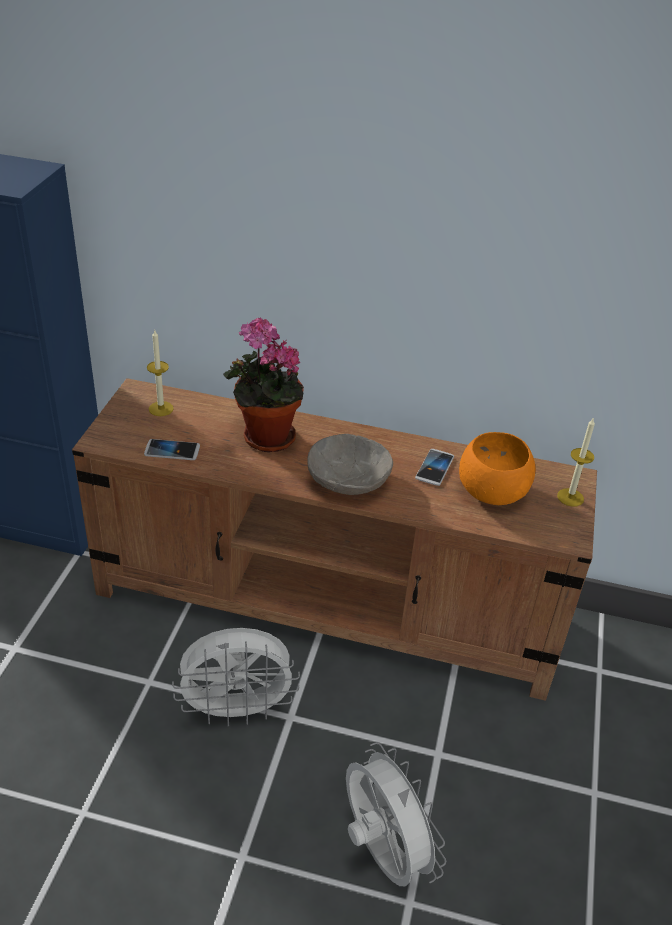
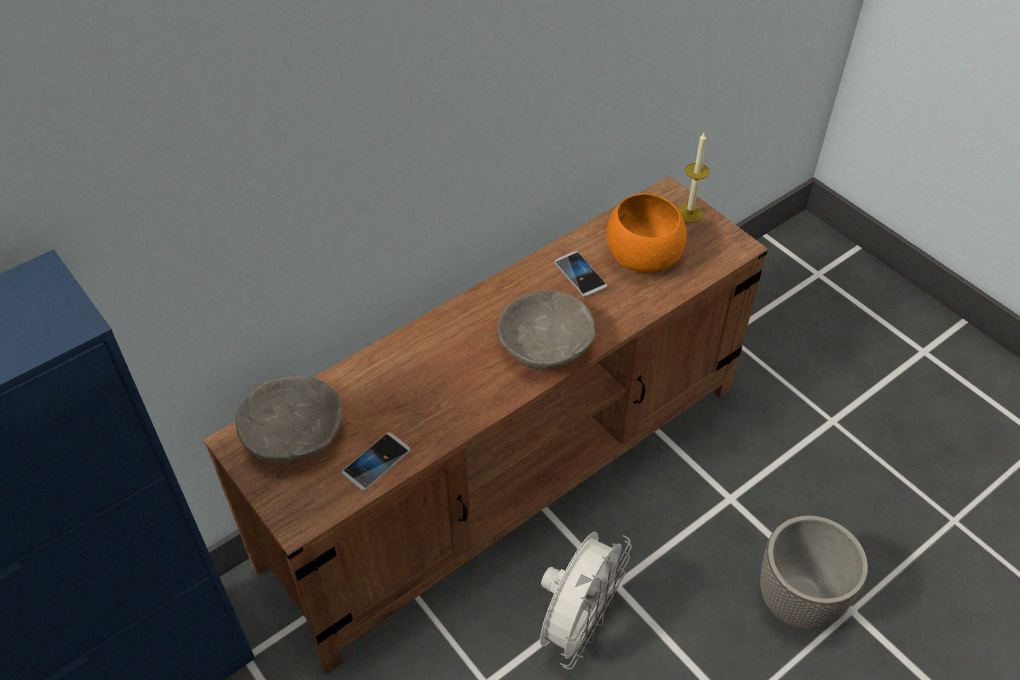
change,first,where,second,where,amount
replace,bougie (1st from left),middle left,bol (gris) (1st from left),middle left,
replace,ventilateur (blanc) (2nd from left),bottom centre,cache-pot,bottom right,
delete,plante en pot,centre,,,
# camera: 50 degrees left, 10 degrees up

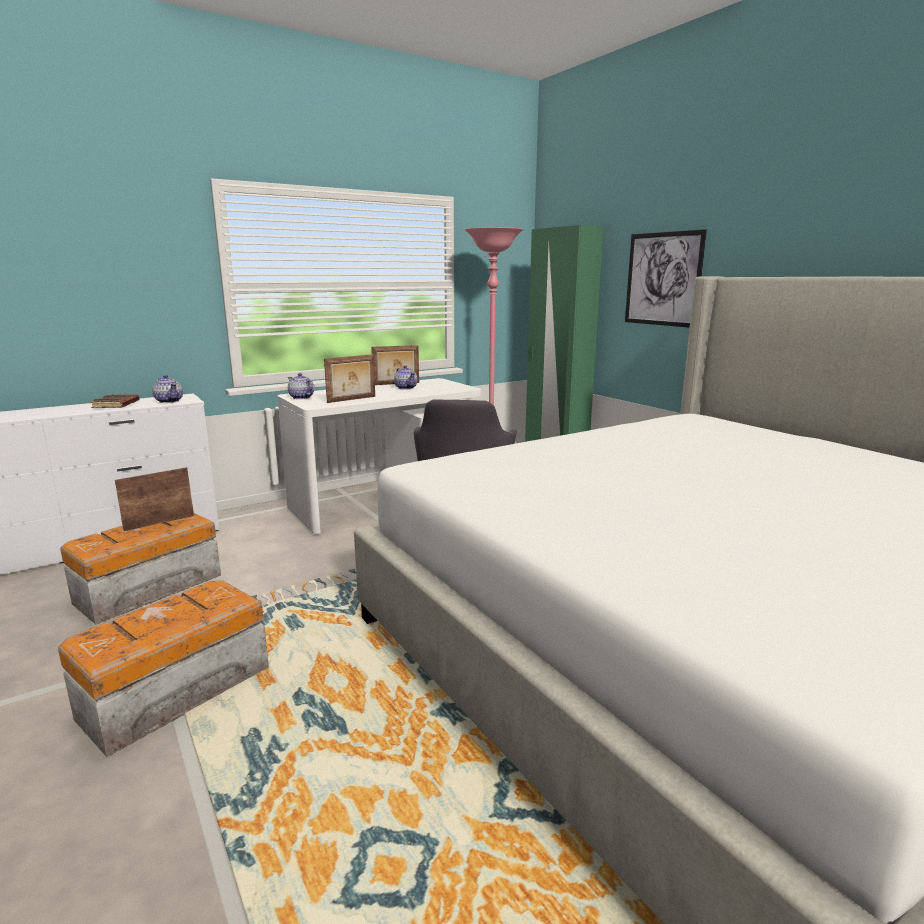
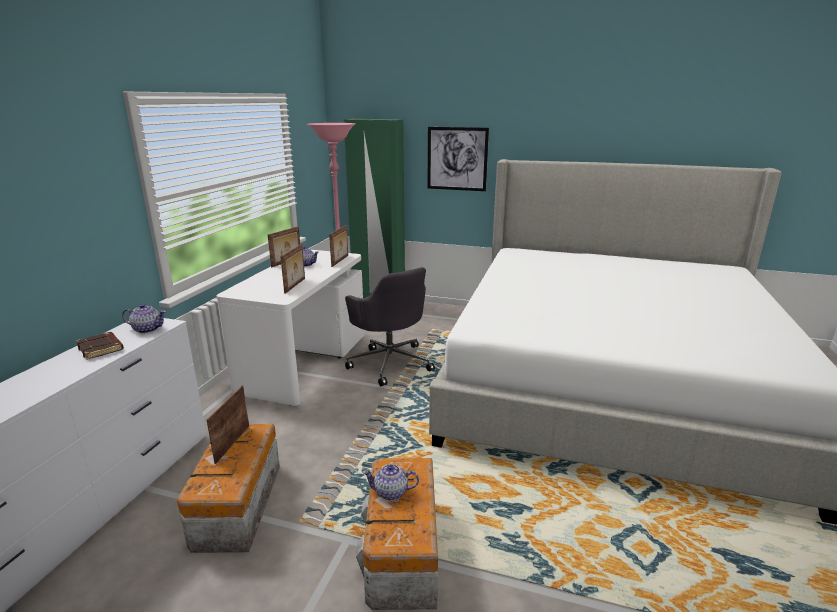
change,first,where,second,where,amount
insert,,,cadre photo (4th from left),centre,
move,théière (2nd from left in the first image),middle left,théière (3rd from left),bottom centre,
# camera: 40 degrees left, 5 degrees up

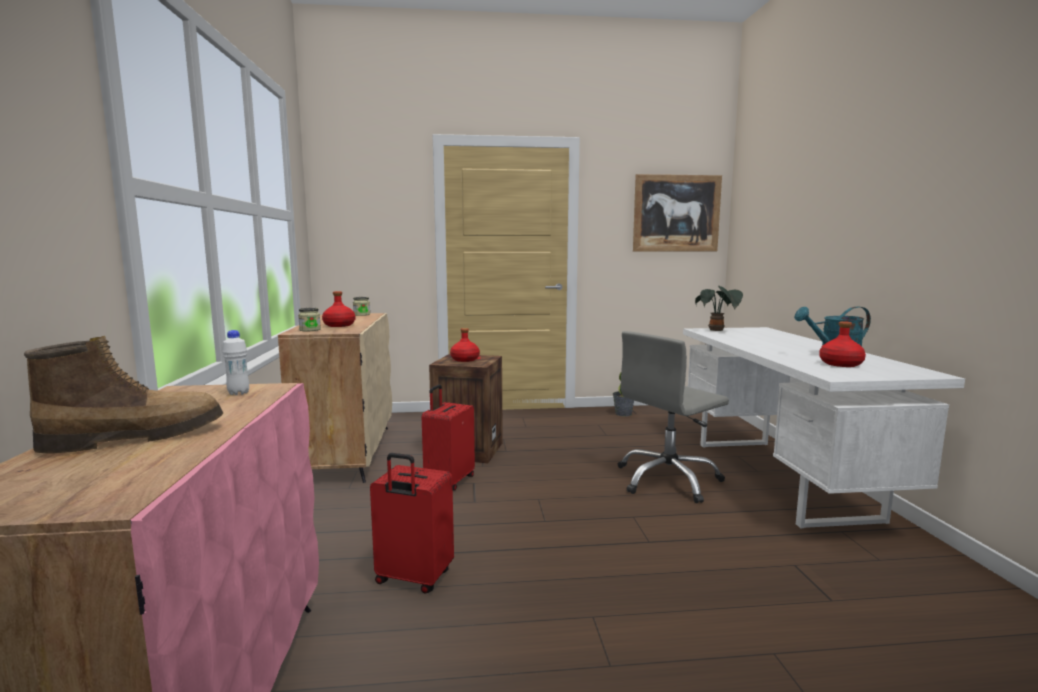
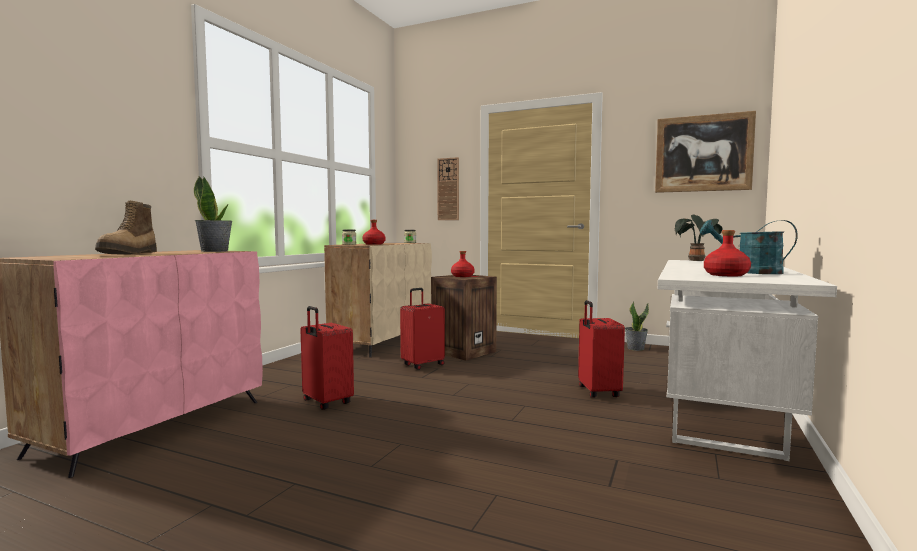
change,first,where,second,where,amount
rotate,botte,middle left,,middle left,90 degrees clockwise
replace,bouteille (blanc),middle left,plante en pot (1st from left),middle left,
insert,,,horloge murale,centre,
replace,chaise de bureau (gris),centre,valise (rouge) (3rd from left),centre,
# camera: 30 degrees right, 5 degrees down

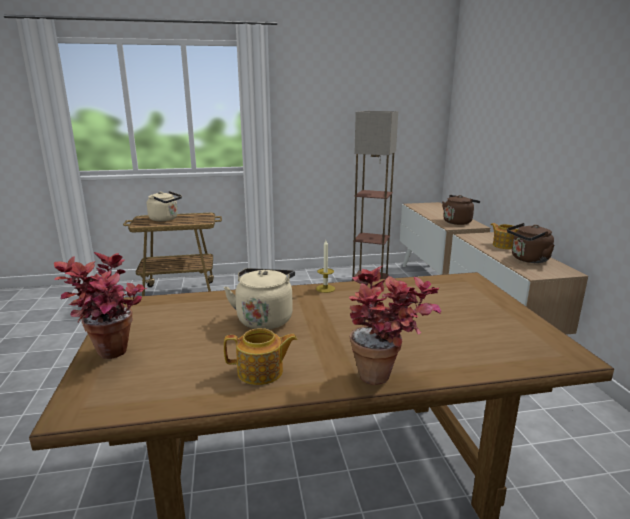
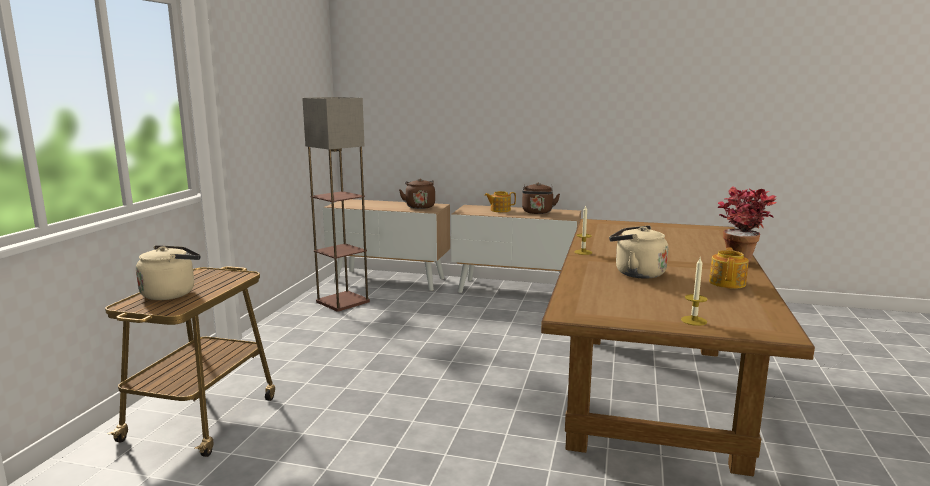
change,first,where,second,where,amount
replace,plante en pot (1st from left),middle left,bougie (2nd from left),middle right,
# camera: 65 degrees left, 5 degrees down

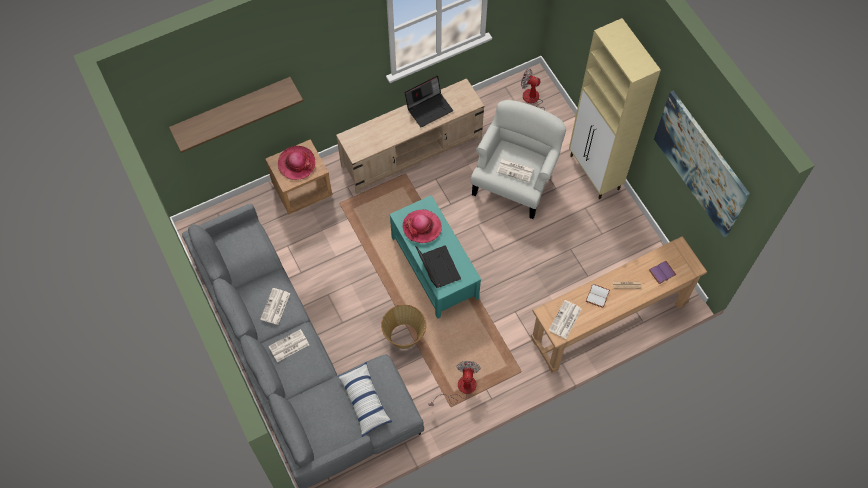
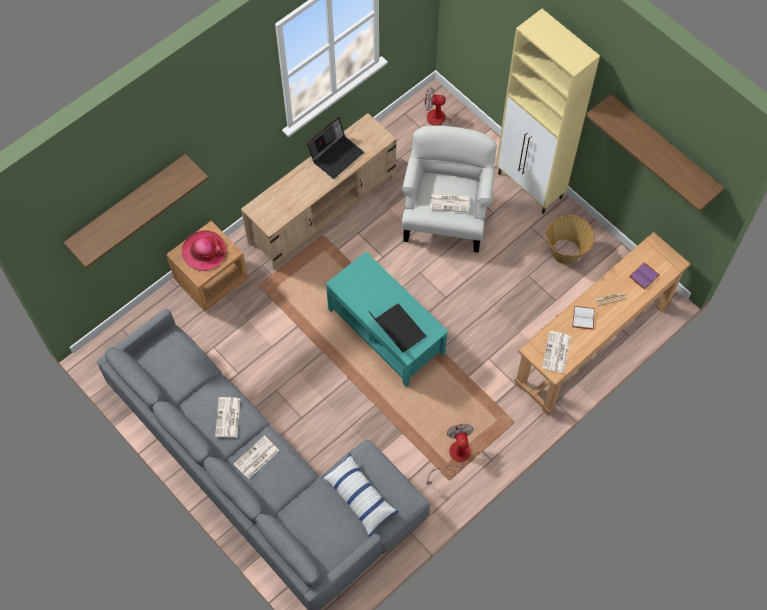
change,first,where,second,where,amount
move,panier,bottom centre,,middle right,
replace,tableau,middle right,étagère (2nd from left),top right,
delete,chapeau (2nd from left),centre,,,
# camera: 15 degrees left, 0 degrees up

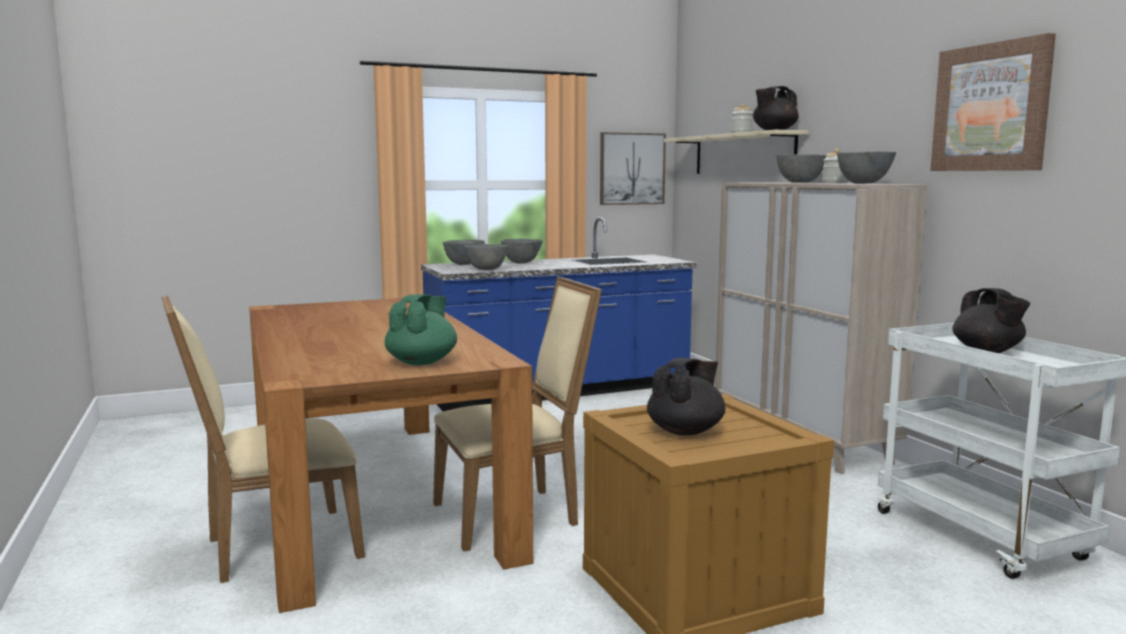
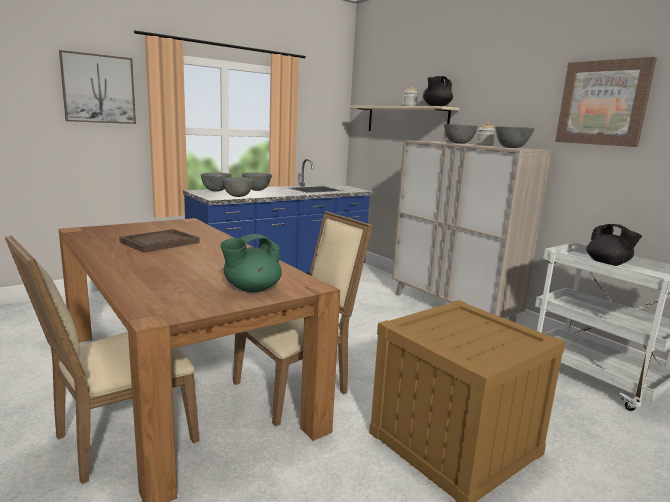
change,first,where,second,where,amount
move,tableau (1st from left),top centre,,top left,
insert,,,plateau (marron),middle left,
rotate,théière (vert),centre,,centre,135 degrees counterclockwise
delete,théière (noir) (1st from left),centre,,,
# camera: 15 degrees left, 5 degrees up

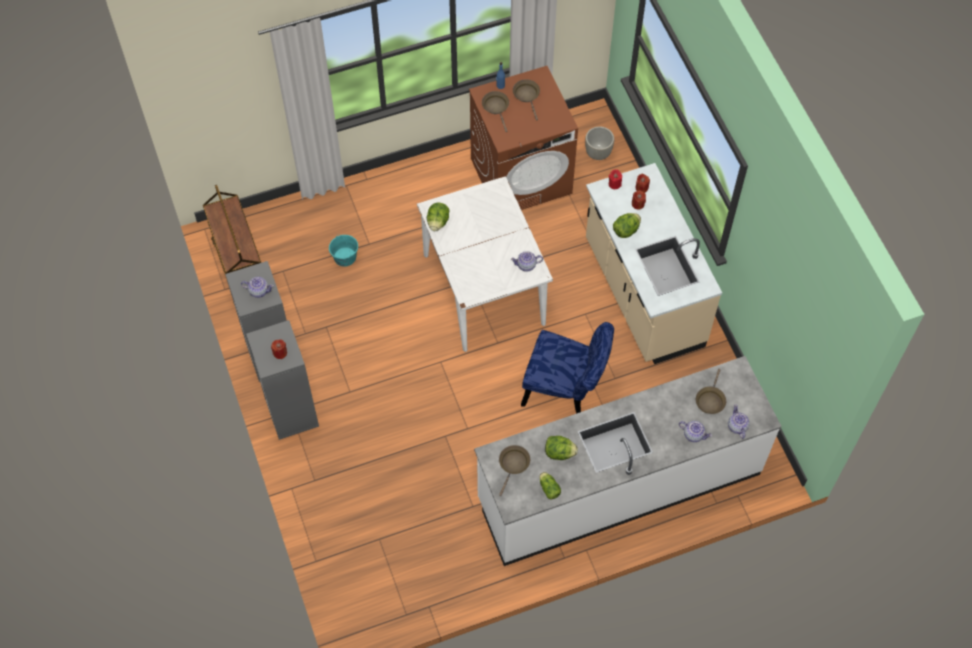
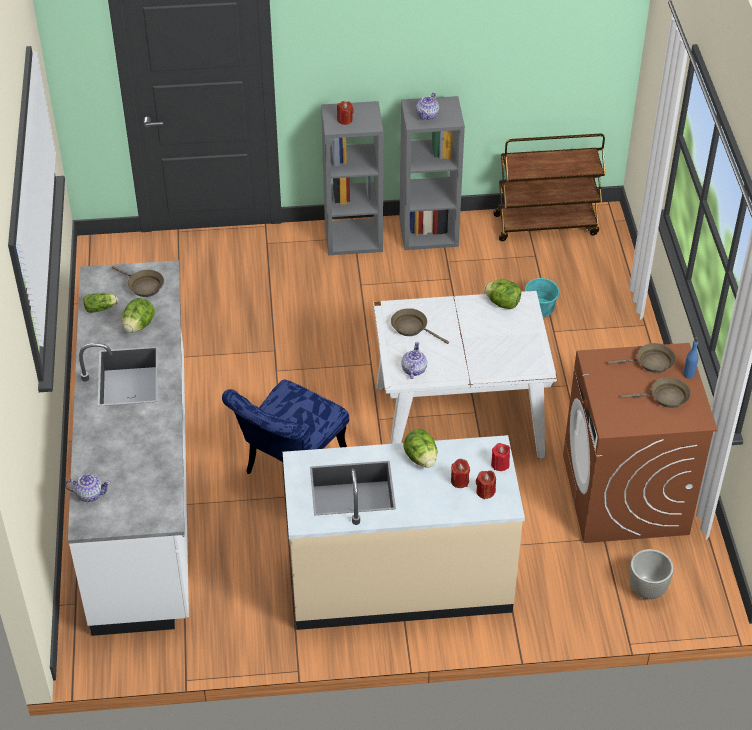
change,first,where,second,where,amount
move,poêle (marron) (4th from left in the first image),middle right,poêle (marron) (2nd from left),centre,
delete,théière (3rd from left),middle right,,,
# camera: 105 degrees right, 15 degrees down

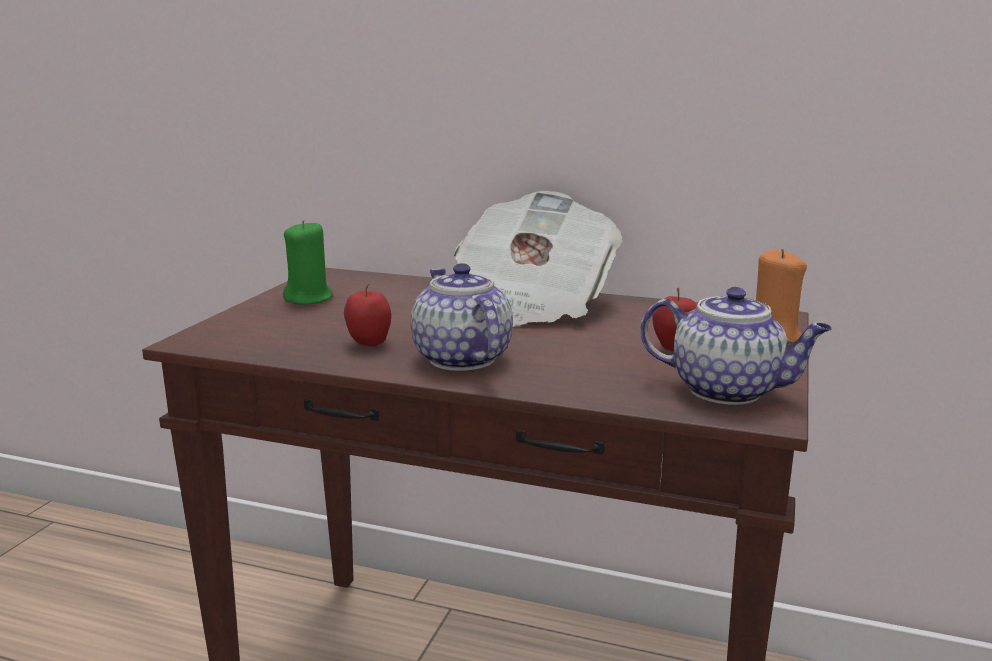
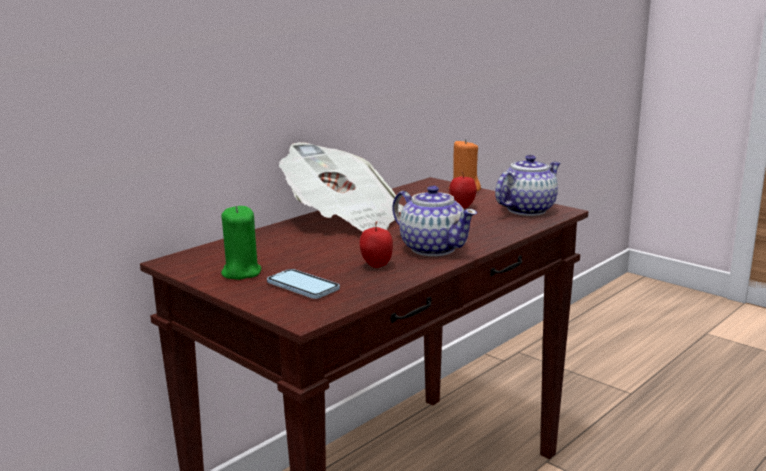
change,first,where,second,where,amount
insert,,,téléphone,centre,
rotate,théière (1st from left),centre,,centre,135 degrees counterclockwise
# camera: 65 degrees left, 0 degrees up

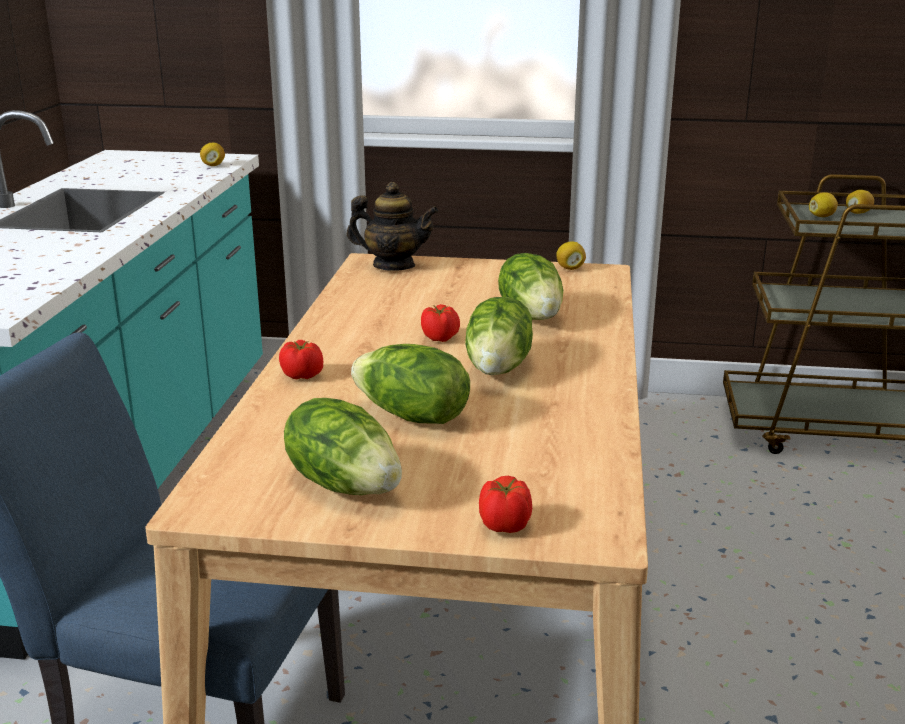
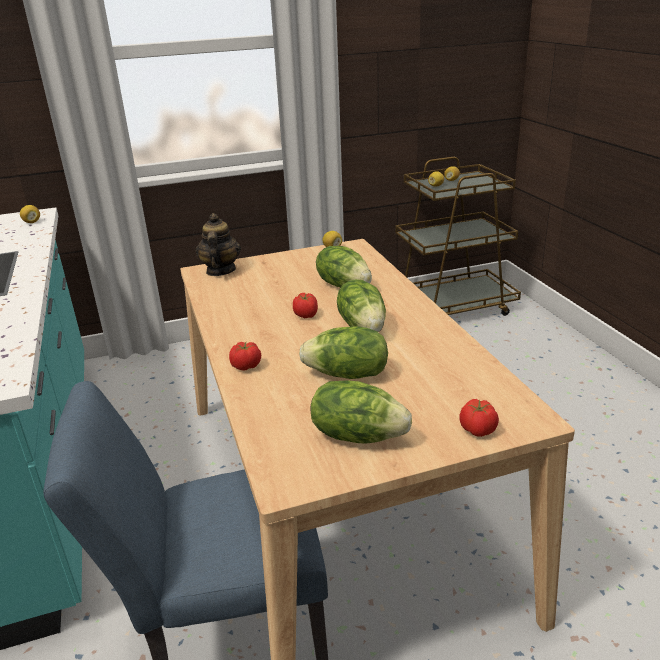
change,first,where,second,where,amount
rotate,théière,top centre,,middle left,75 degrees counterclockwise
# camera: 25 degrees left, 5 degrees up

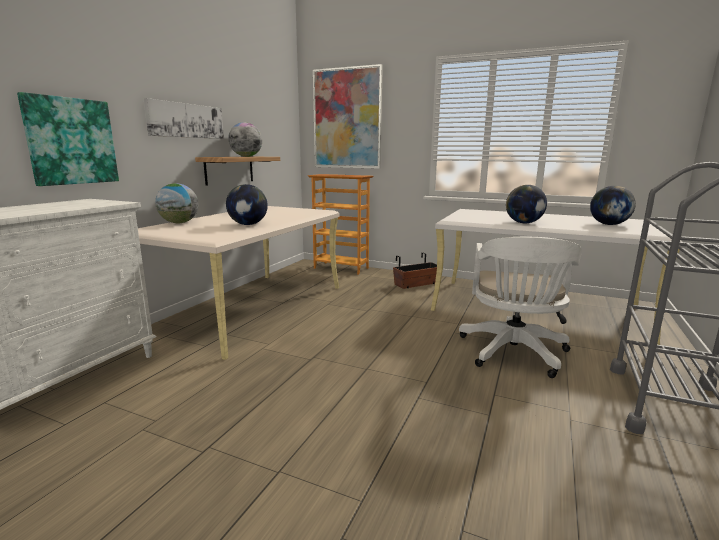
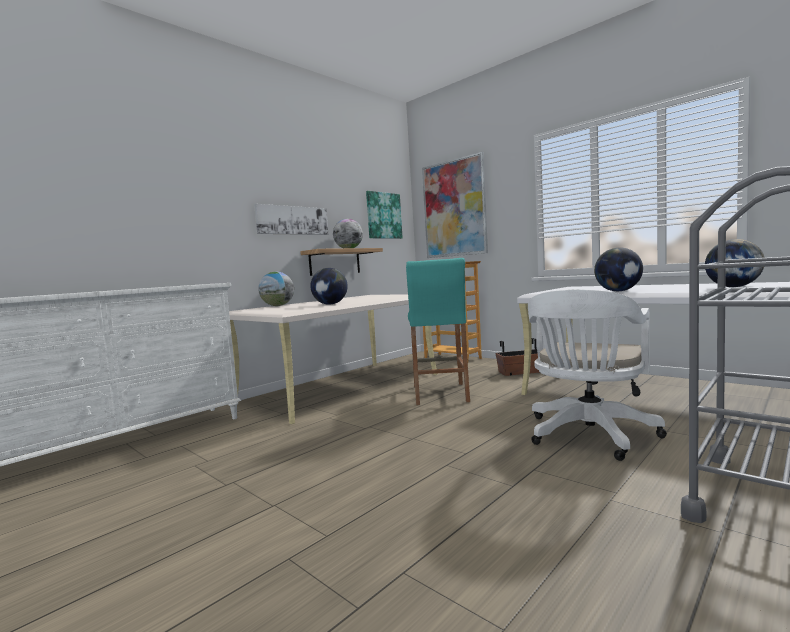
change,first,where,second,where,amount
move,tableau (1st from left in the first image),top left,tableau (2nd from left),centre,
insert,,,tabouret (turquoise),centre,
# camera: 20 degrees right, 10 degrees down

